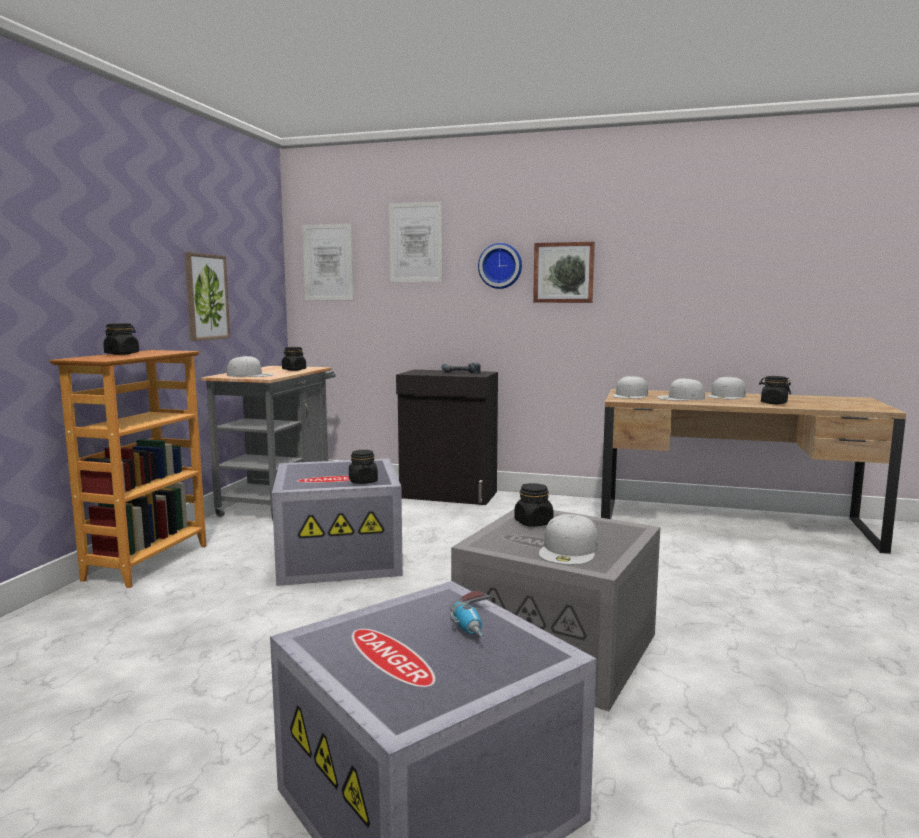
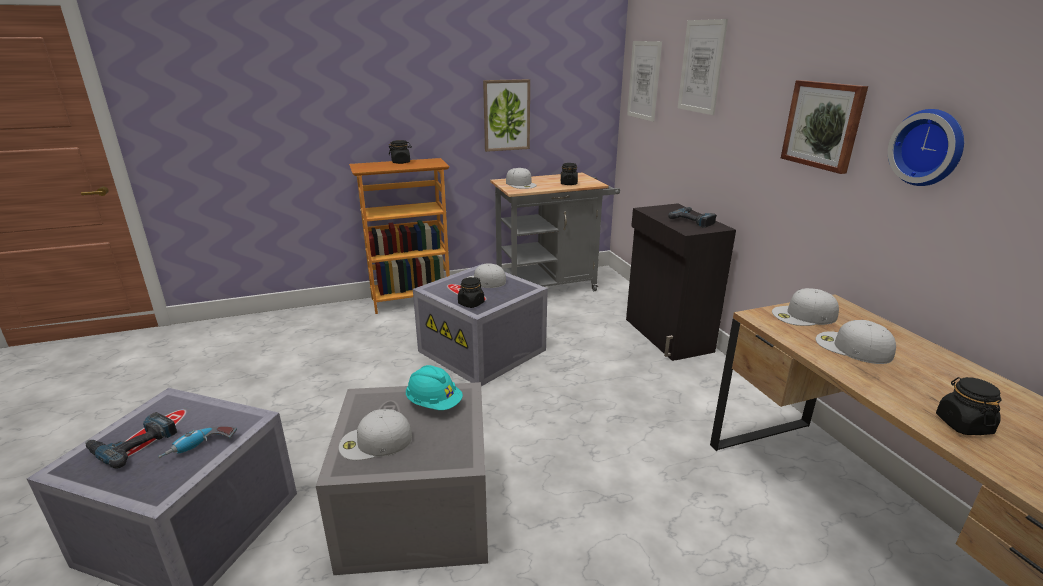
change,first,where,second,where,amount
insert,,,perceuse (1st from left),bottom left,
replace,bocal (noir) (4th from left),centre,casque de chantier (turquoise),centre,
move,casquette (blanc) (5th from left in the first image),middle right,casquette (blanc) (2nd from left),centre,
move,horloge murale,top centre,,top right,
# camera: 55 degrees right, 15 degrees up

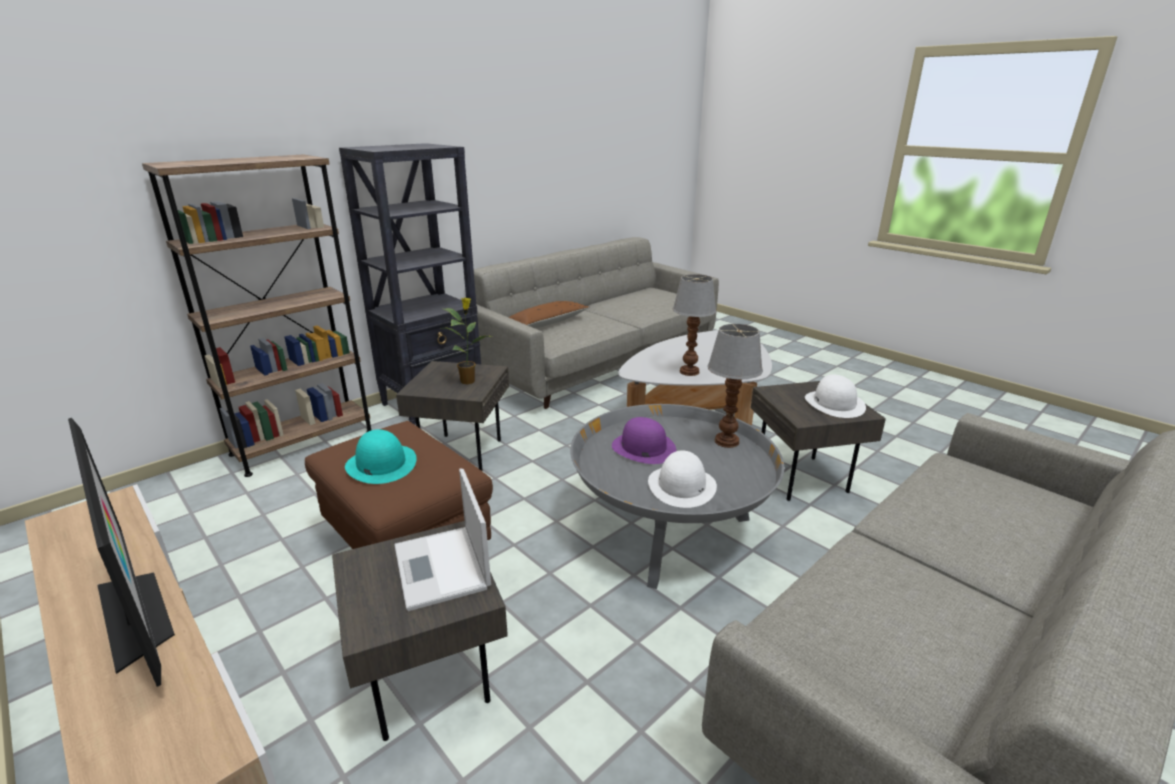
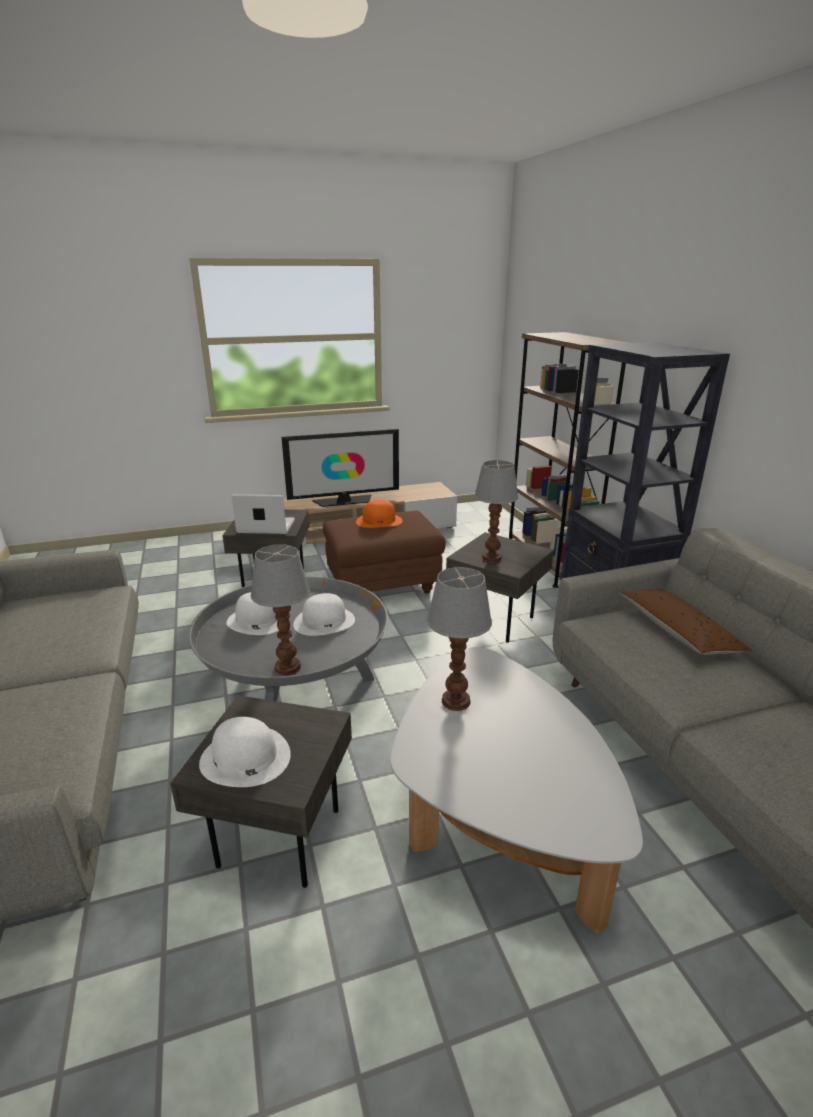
change,first,where,second,where,amount
recolor,chapeau (violet),centre,chapeau (blanc) (3rd from left),centre,
recolor,chapeau (turquoise),middle left,chapeau (orange),centre,
replace,plante en pot,centre,lampe de table (3rd from left),centre,
# camera: 115 degrees right, 0 degrees up

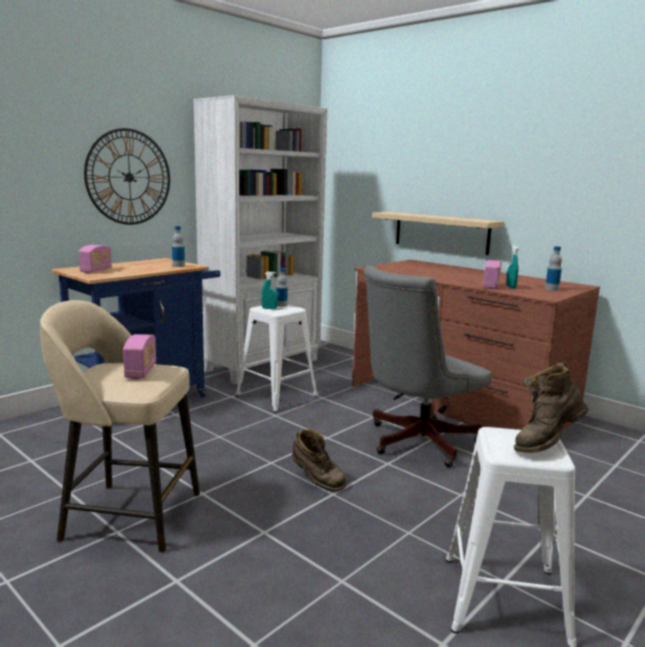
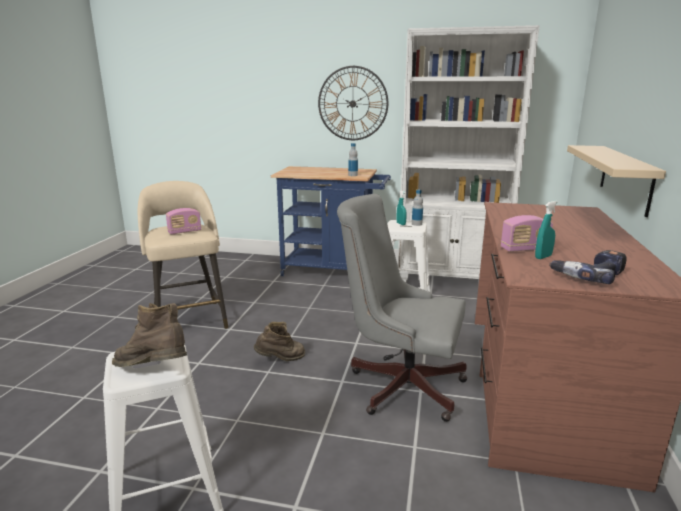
change,first,where,second,where,amount
rotate,botte (marron) (1st from left in the first image),bottom centre,botte (marron) (2nd from left),bottom centre,120 degrees counterclockwise
replace,bouteille (3rd from left),middle right,perceuse,middle right,
delete,radio (1st from left),middle left,,,
# camera: 60 degrees right, 5 degrees up

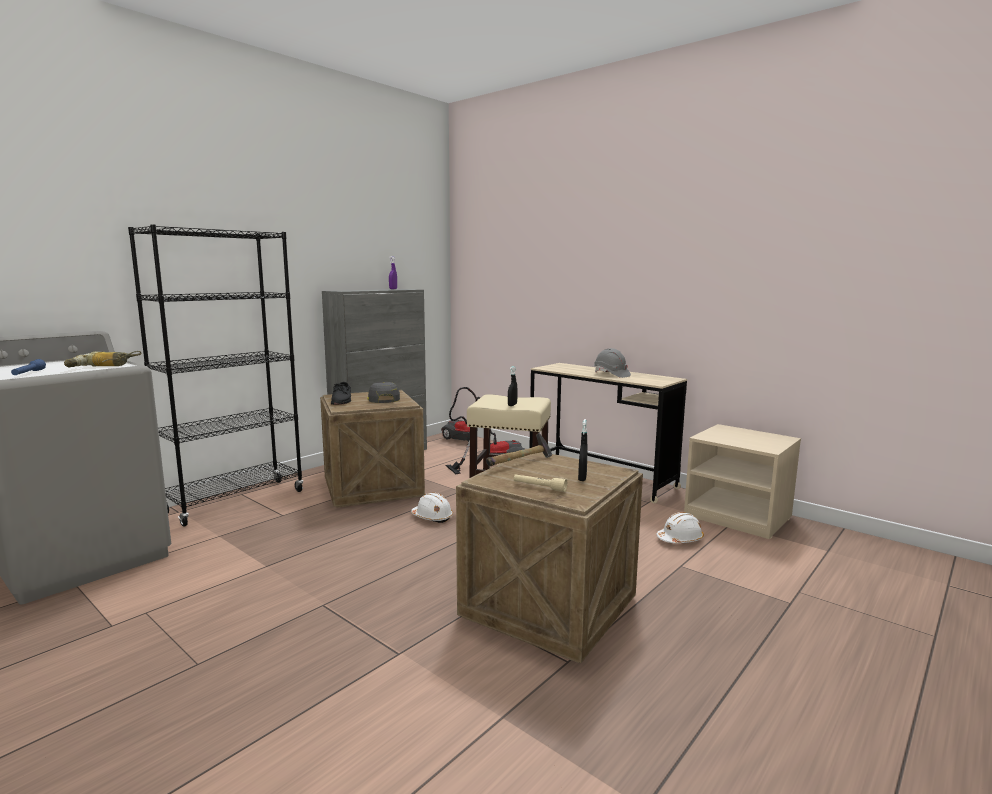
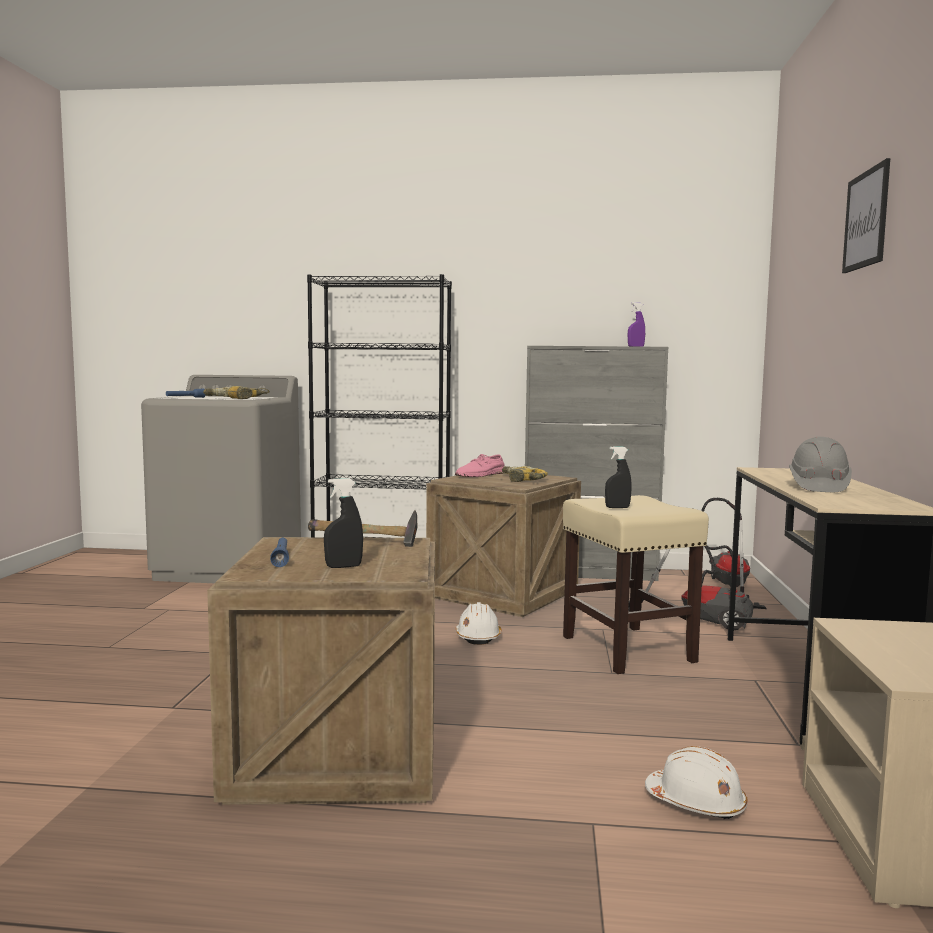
change,first,where,second,where,amount
recolor,lampe de poche (beige),centre,lampe de poche (bleu) (2nd from left),middle left,
recolor,chaussure (noir),centre,chaussure (rose),centre,
replace,casquette (gris),centre,perceuse (2nd from left),centre,
insert,,,tableau,top right,
# camera: 55 degrees right, 5 degrees down

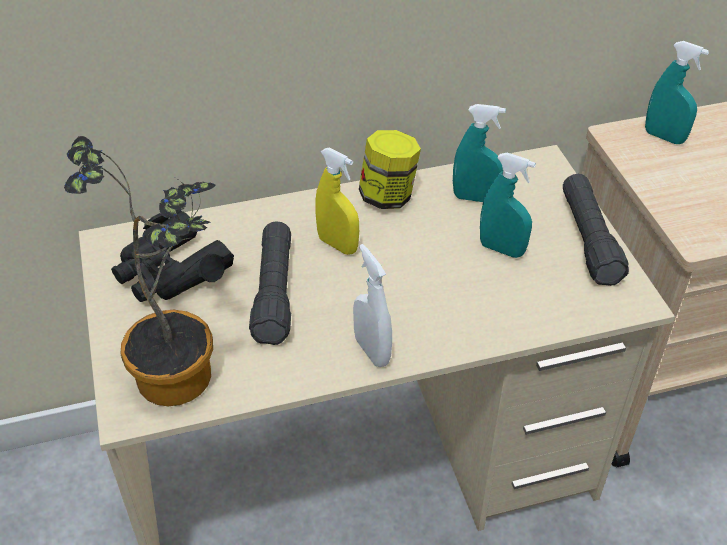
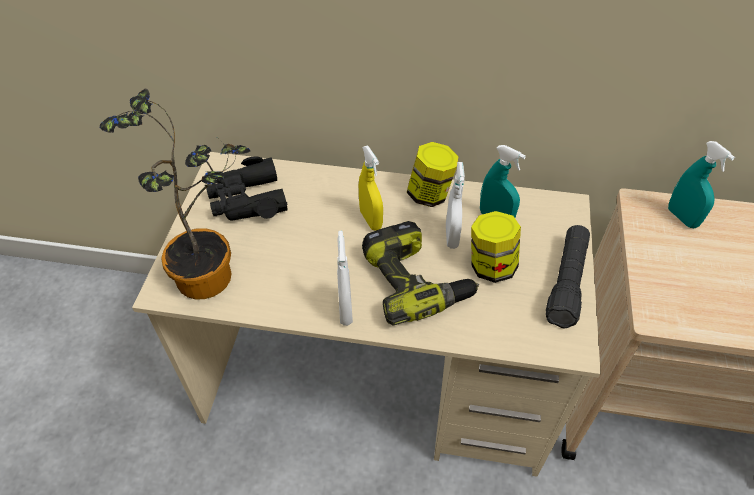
change,first,where,second,where,amount
insert,,,perceuse,centre,
insert,,,vaporisateur (blanc) (2nd from left),centre,
replace,vaporisateur (turquoise) (2nd from left),middle right,bocal (2nd from left),centre,
delete,lampe de poche (noir) (1st from left),centre,,,
# camera: 25 degrees right, 5 degrees up

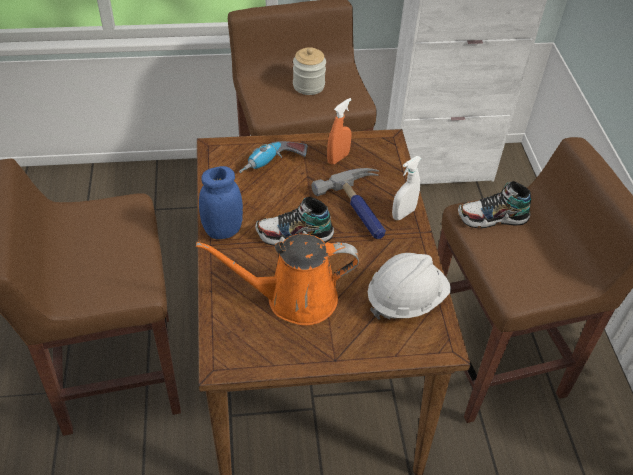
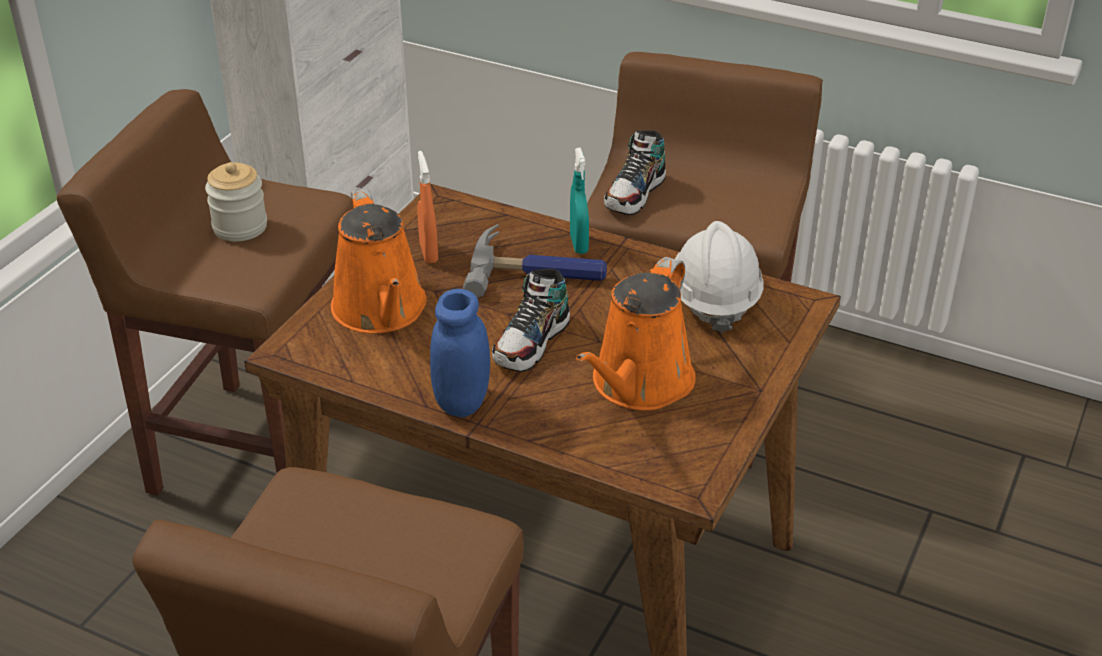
change,first,where,second,where,amount
replace,perceuse,top centre,arrosoir (orange) (1st from left),centre,
recolor,vaporisateur (blanc),centre,vaporisateur (turquoise),top centre,
# camera: 55 degrees left, 10 degrees down

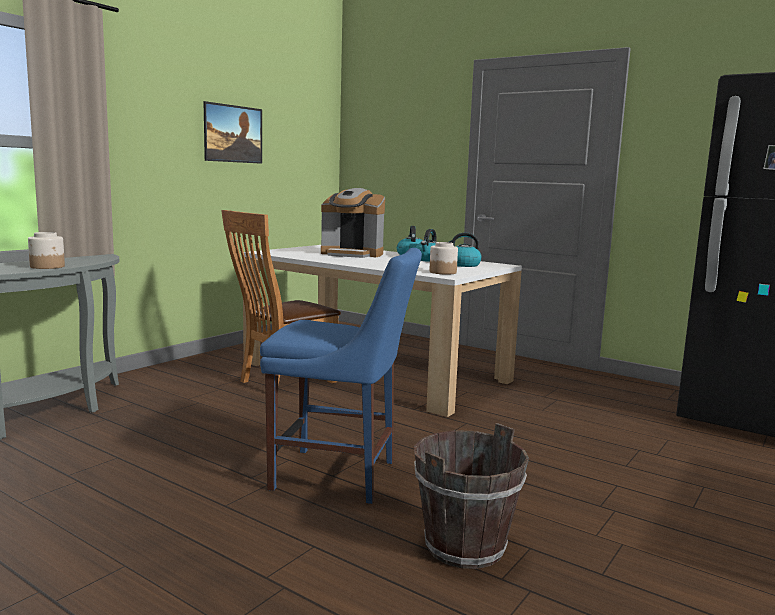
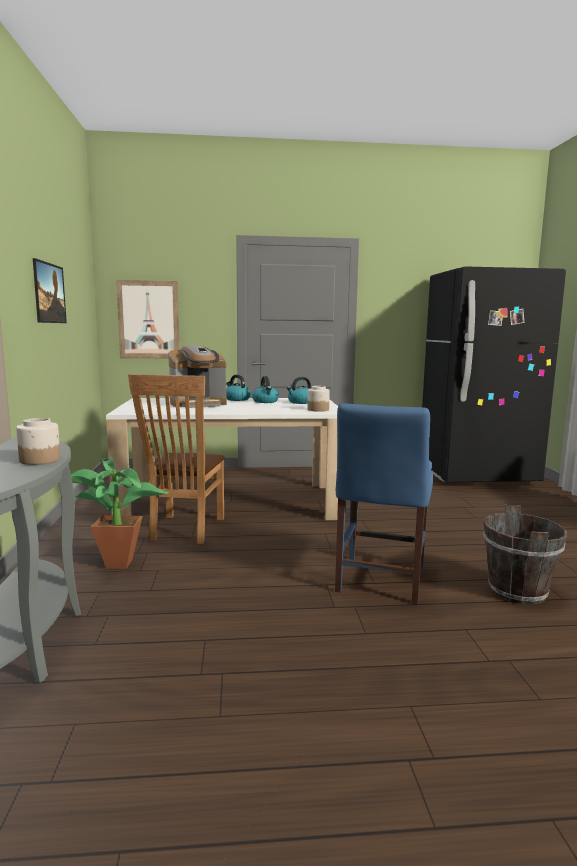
change,first,where,second,where,amount
insert,,,plante en pot,middle left,
insert,,,tableau (2nd from left),middle left,
rotate,chaise (bleu),centre,,centre,135 degrees clockwise
# camera: 40 degrees left, 0 degrees up

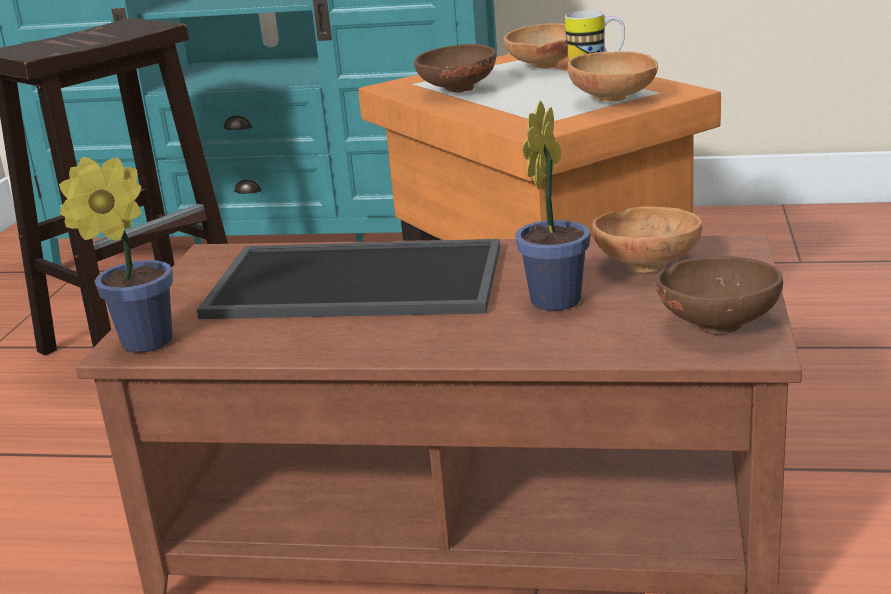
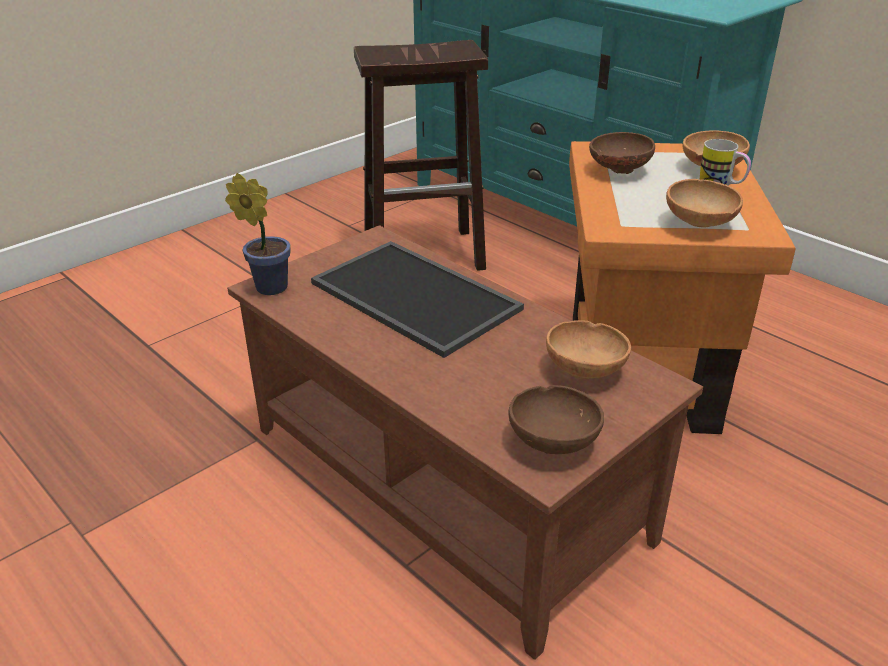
change,first,where,second,where,amount
delete,plante en pot (2nd from left),centre,,,
# camera: 35 degrees right, 10 degrees up

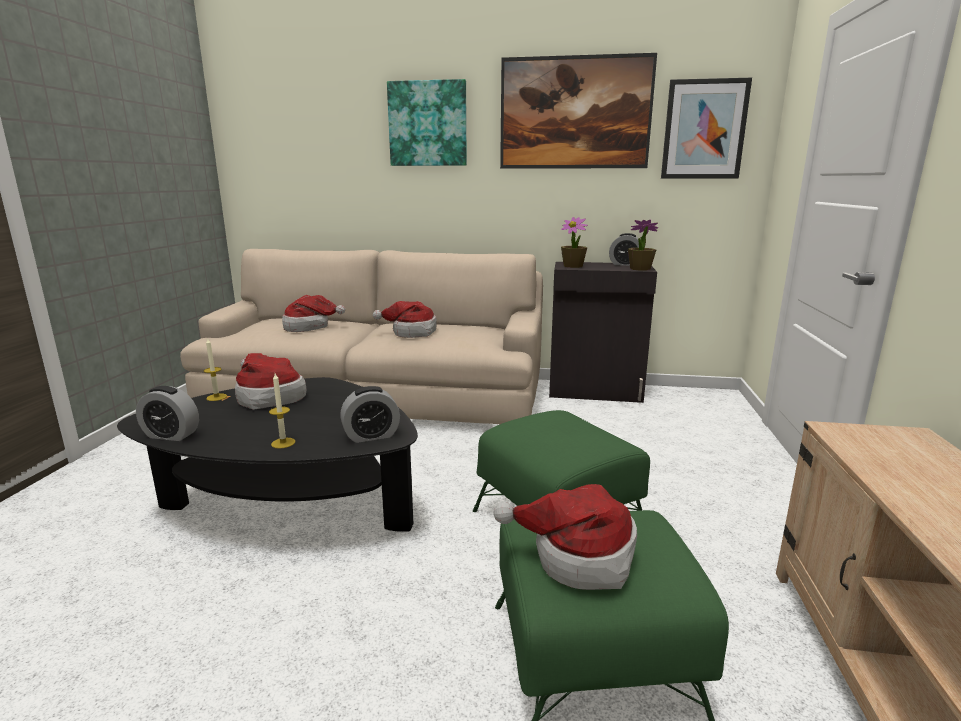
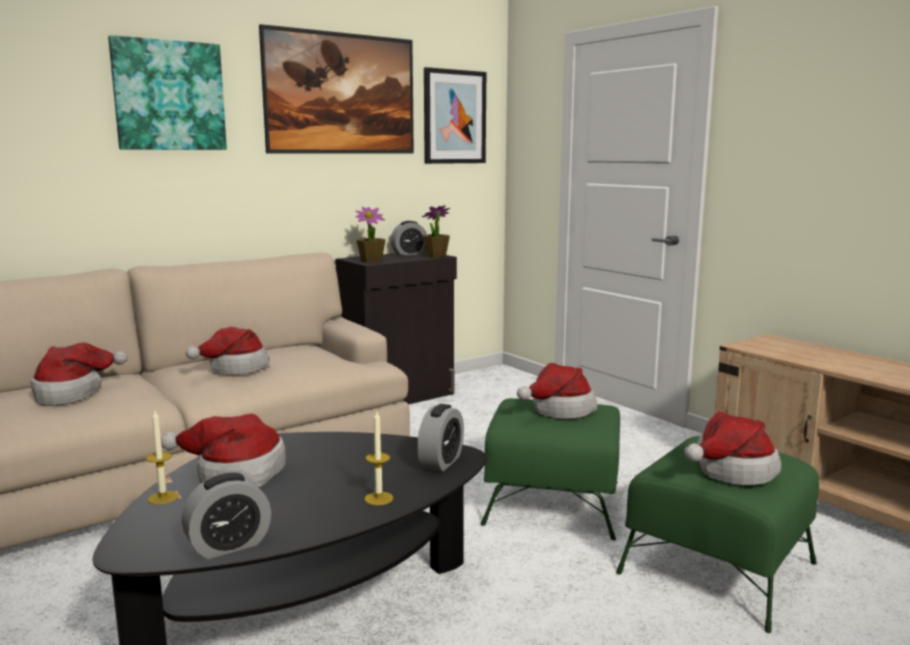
change,first,where,second,where,amount
insert,,,chapeau (4th from left),centre,
# camera: 45 degrees left, 5 degrees down

